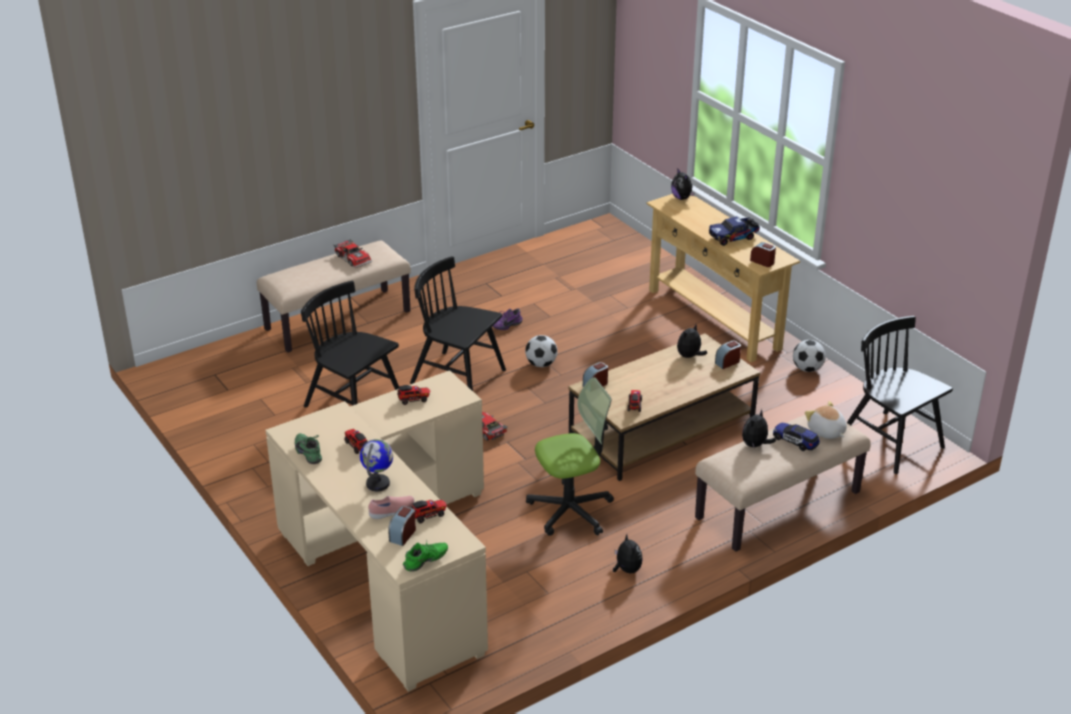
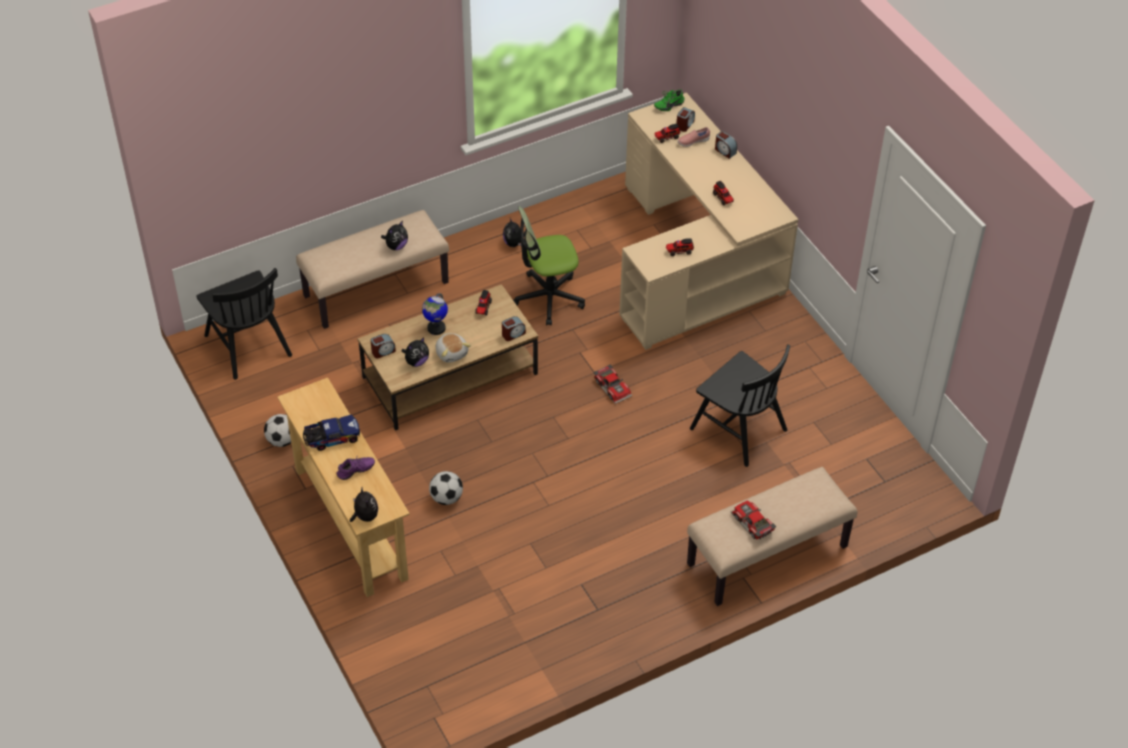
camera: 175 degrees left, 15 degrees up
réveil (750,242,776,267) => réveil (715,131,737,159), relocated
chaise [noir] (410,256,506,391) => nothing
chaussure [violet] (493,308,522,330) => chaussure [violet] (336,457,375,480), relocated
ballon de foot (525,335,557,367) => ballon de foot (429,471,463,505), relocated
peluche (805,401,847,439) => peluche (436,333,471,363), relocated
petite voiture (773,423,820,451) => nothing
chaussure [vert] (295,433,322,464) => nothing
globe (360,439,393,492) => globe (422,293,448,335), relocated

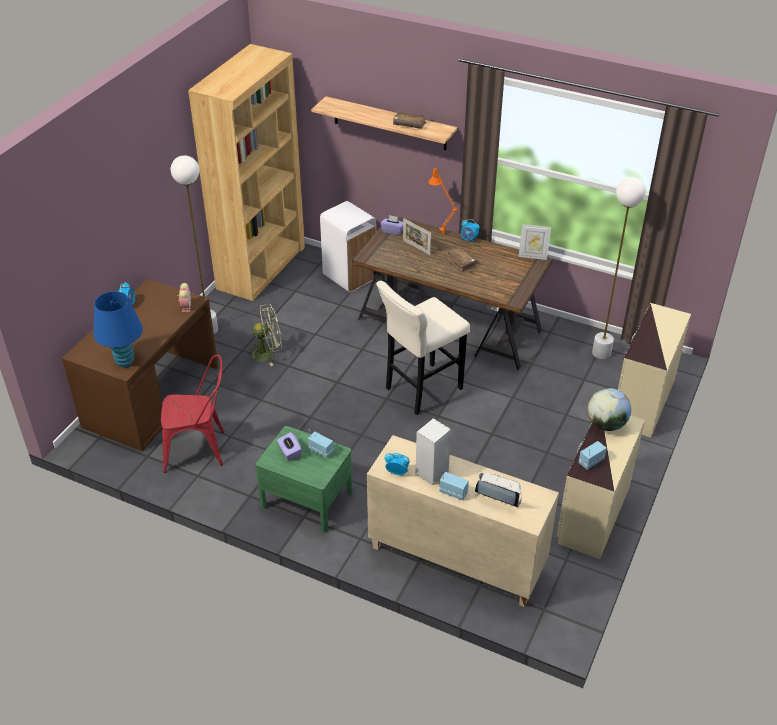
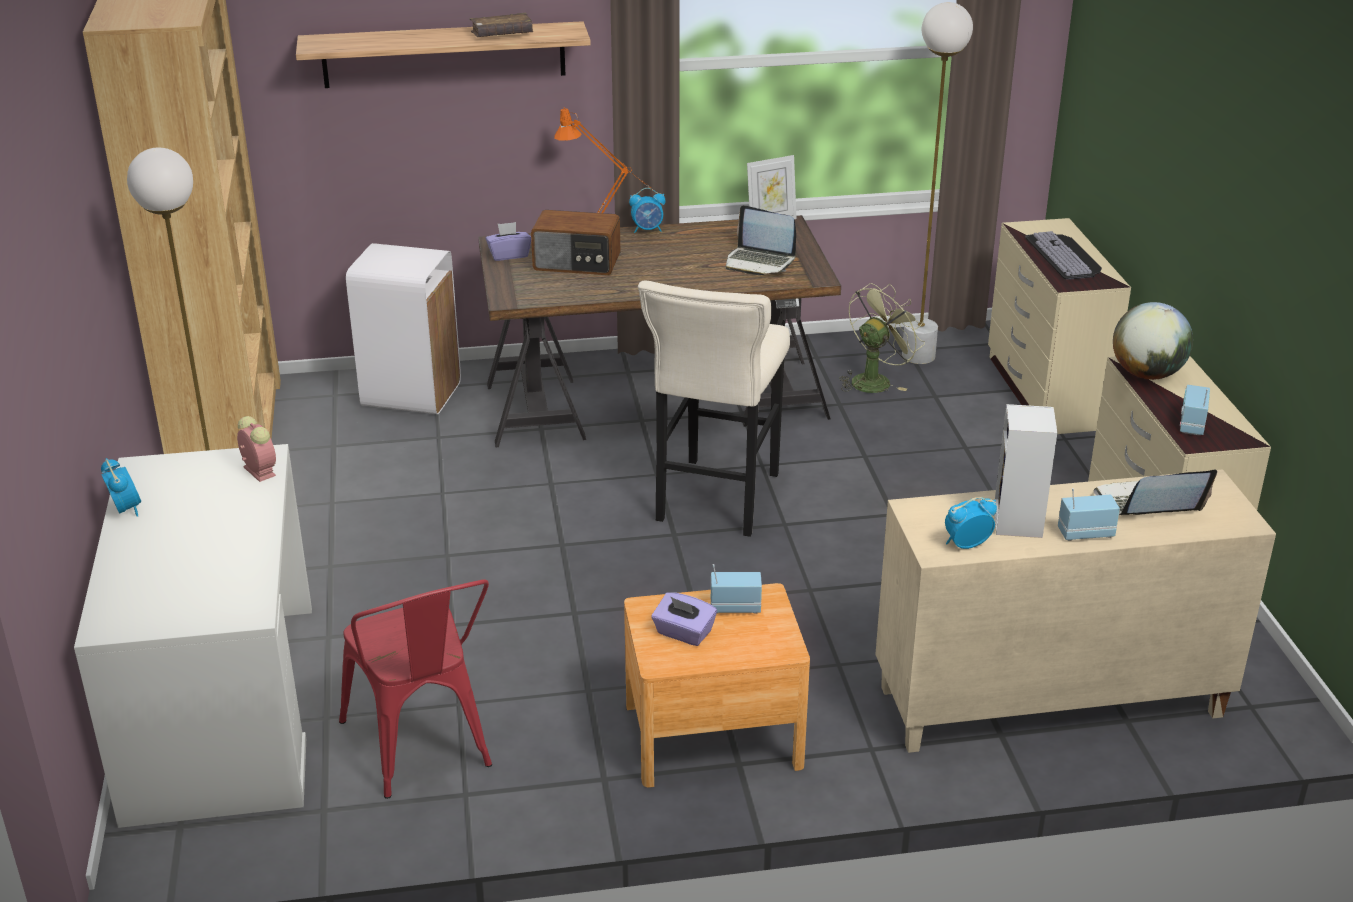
camera: 35 degrees left, 10 degrees down
cadre photo (403,218,431,255) => radio (531,210,620,275)
livre [marron] (445,246,477,272) => nothing
bureau [marron] (62,279,219,451) => bureau [blanc] (74,444,312,828)
lampe de table [bleu] (94,291,143,368) => nothing
ventilateur [vert] (245,304,282,366) => ventilateur [vert] (839,283,925,393), relocated
chaise [rouge] (161,355,224,473) => chaise [rouge] (339,579,492,799), 105 degrees clockwise
table de chevet [vert] (255,426,353,532) => table de chevet [marron] (624,583,810,787)
nothing => ordinateur portable (726,205,796,275)
nothing => clavier (1025,231,1102,280)

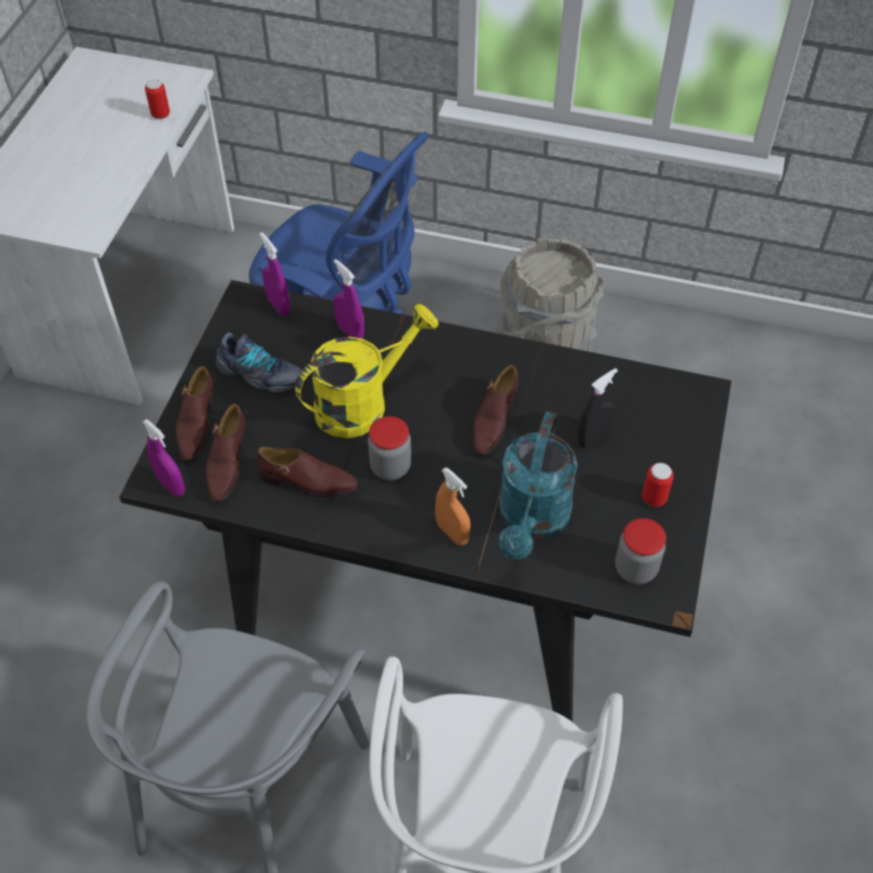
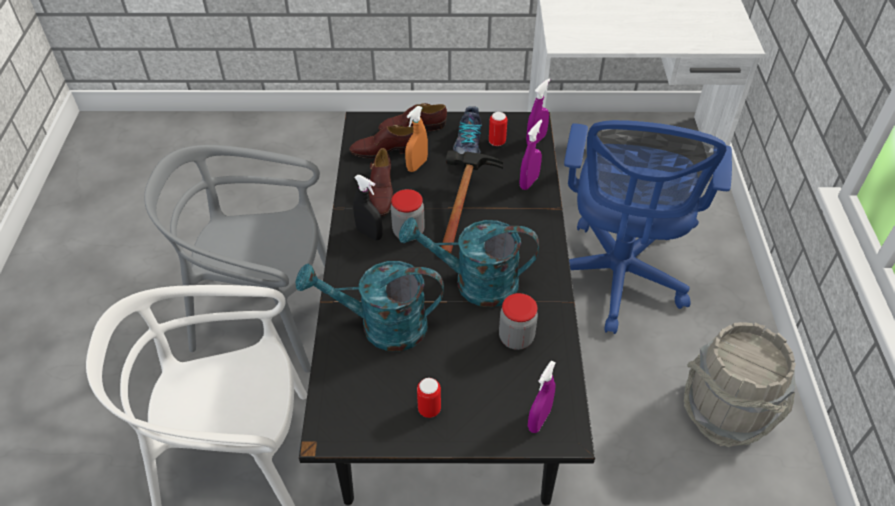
camera: 75 degrees right, 5 degrees down
boîte métallique (145,79,170,119) => boîte métallique (489,112,507,146), relocated
arrosoir [jaune] (295,304,439,438) => marteau (441,150,503,254)
chaussure [marron] (473,365,519,455) => arrosoir [turquoise] (399,217,539,307)
vaporisateur [noir] (577,368,618,448) => vaporisateur [noir] (353,175,383,240), relocated
vaporisateur [violet] (143,419,185,497) => vaporisateur [violet] (528,360,556,433), relocated
vaporisateur [orange] (435,467,471,546) => vaporisateur [orange] (405,106,428,172), relocated
bocal (615,518,666,584) => bocal (499,293,538,350), relocated

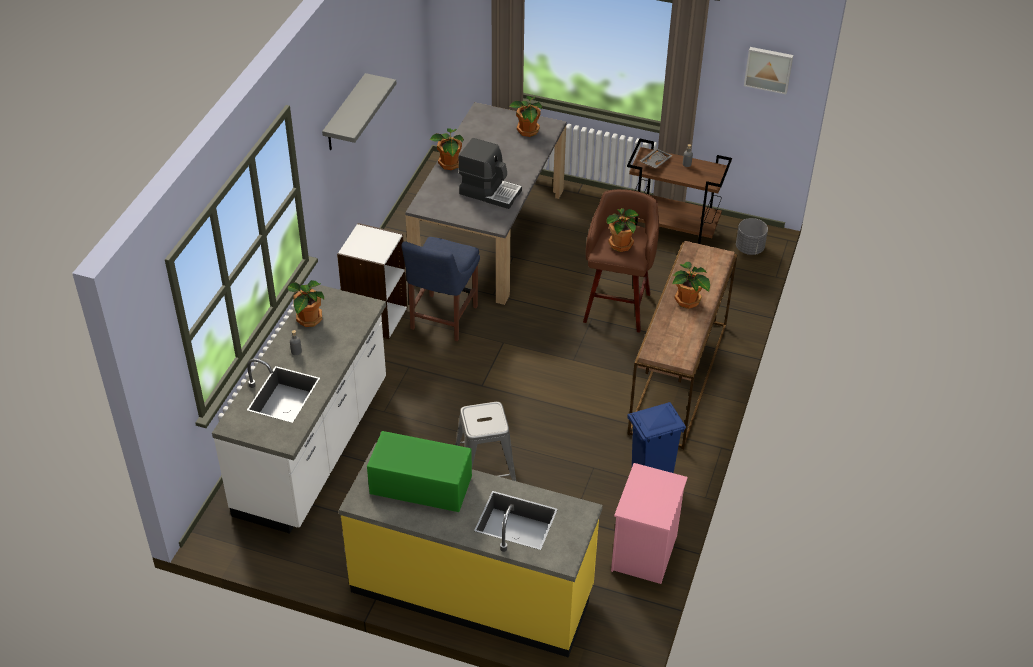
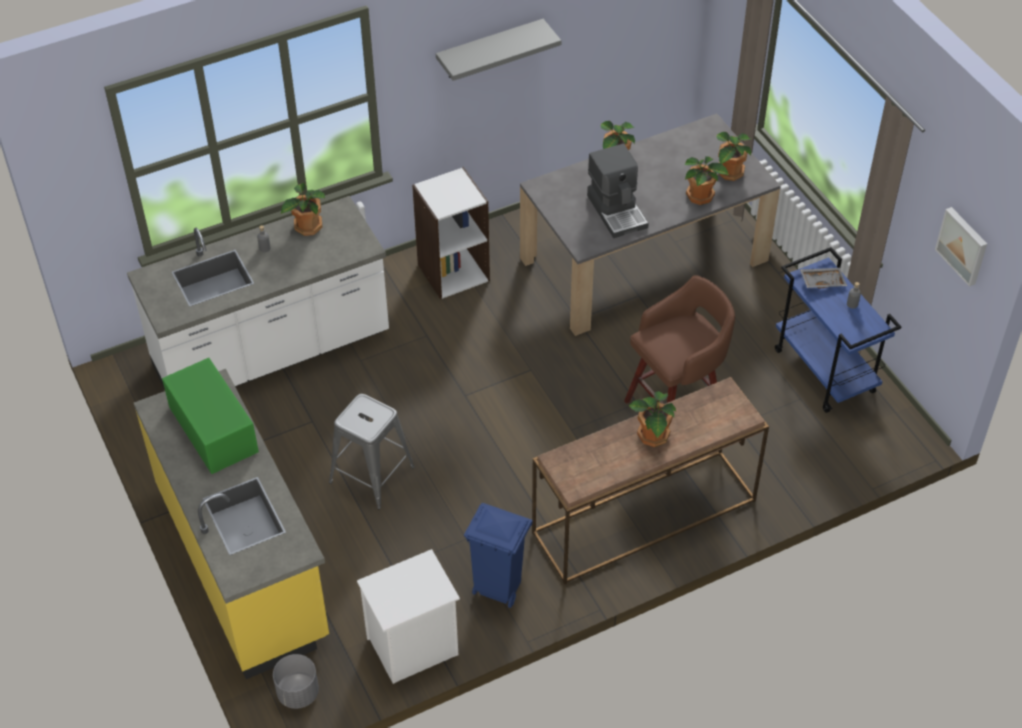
camera: 45 degrees right, 5 degrees up
chariot [marron] (627,139,732,244) => chariot [bleu] (775,247,901,413)
plante en pot (606,208,639,252) => plante en pot (684,156,729,205), relocated
cache-pot [gris] (736,218,768,255) => cache-pot [gris] (273,654,319,709), relocated
chaise [bleu] (401,237,480,342) => nothing
table de chevet [rose] (611,463,688,584) => table de chevet [blanc] (357,549,460,684)

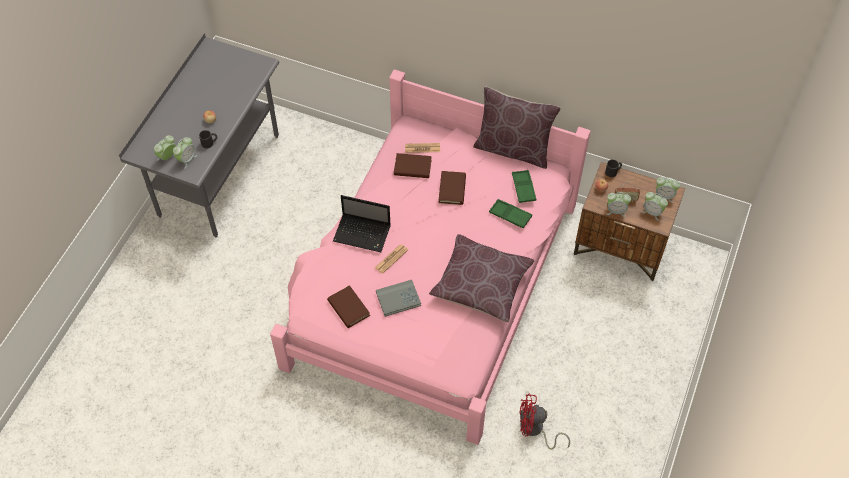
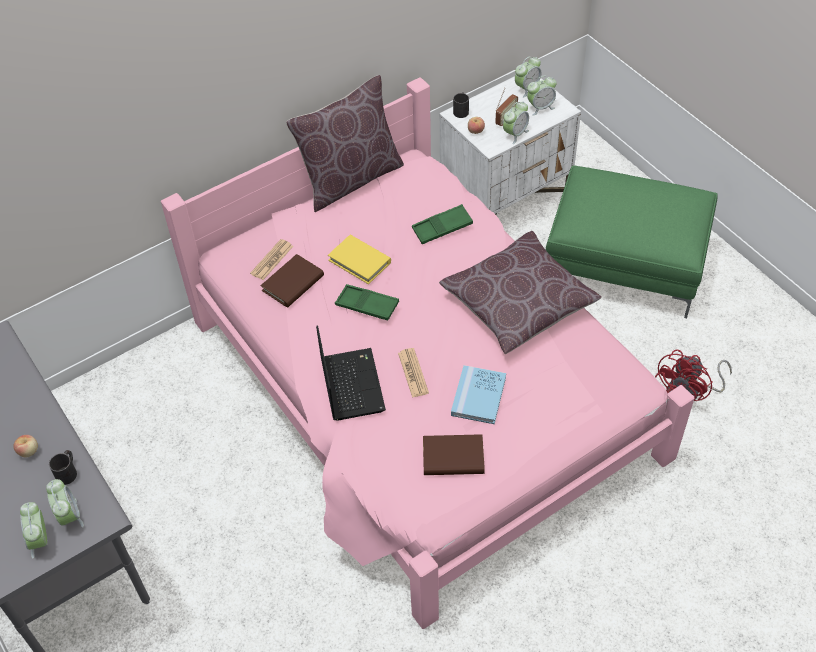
camera: 55 degrees left, 5 degrees down
table de chevet [marron] (574,162,685,281) => table de chevet [blanc] (439,76,581,215)
plateau [vert] (512,170,536,203) => plateau [vert] (335,284,399,320), relocated
livre [marron] (439,171,466,205) => livre [jaune] (328,235,391,284)
ordinateur portable (333,195,391,252) => ordinateur portable (316,326,386,421), 60 degrees counterclockwise
livre [gris] (376,280,421,317) => livre [bleu] (451,365,506,424)
nothing => pouf [vert] (546,165,718,318)

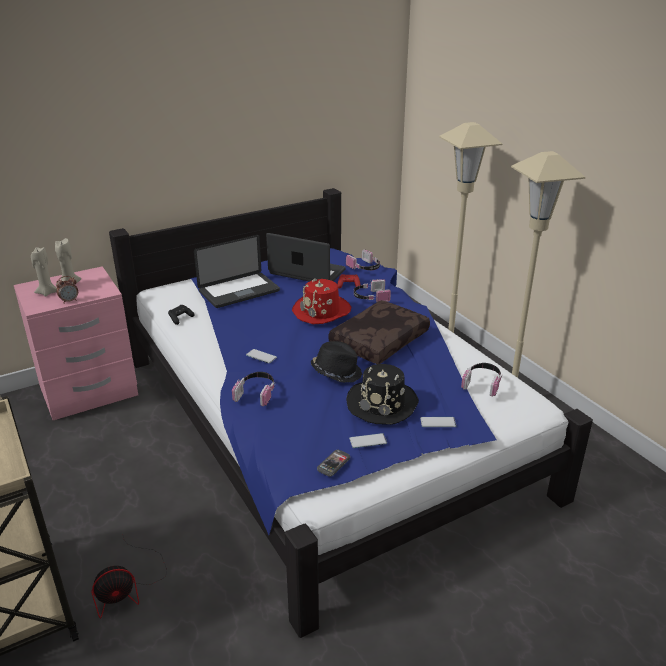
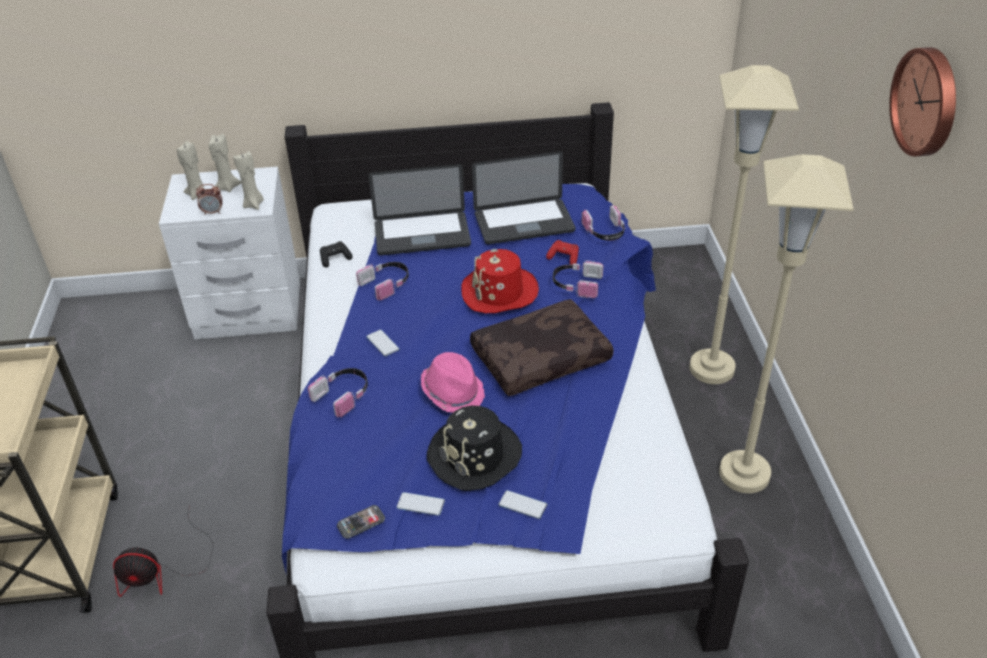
camera: 25 degrees right, 10 degrees up
ordinateur portable (266,233,346,282) => ordinateur portable (472,152,576,244), 120 degrees clockwise
table de chevet [rose] (14,266,138,420) => table de chevet [blanc] (159,167,300,340)
chapeau [noir] (311,341,363,383) => chapeau [rose] (421,352,485,413)
casque audio (461,363,502,396) => casque audio (356,262,409,300), relocated
nothing => horloge murale (889,47,956,157)
nothing => bougie [beige] (233,151,264,210)

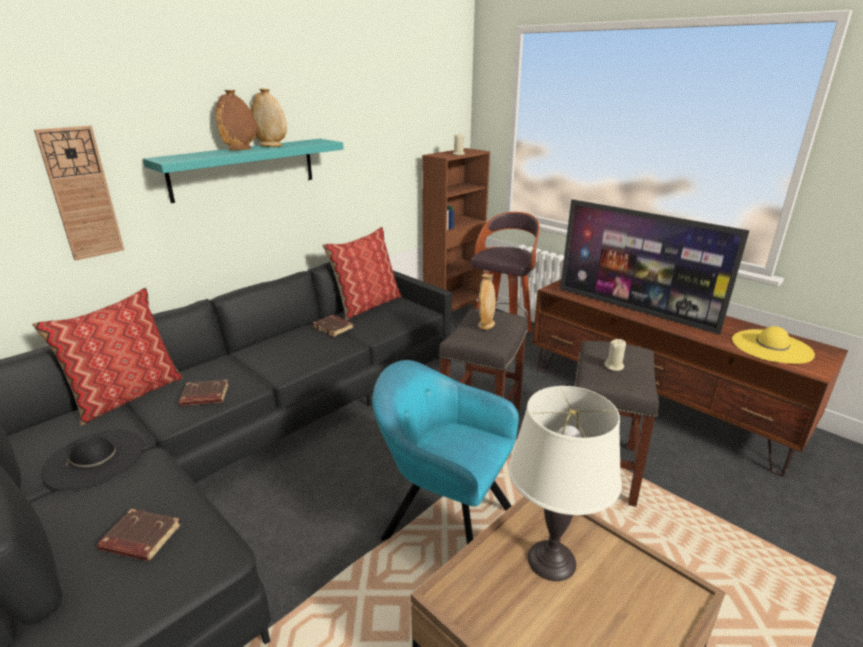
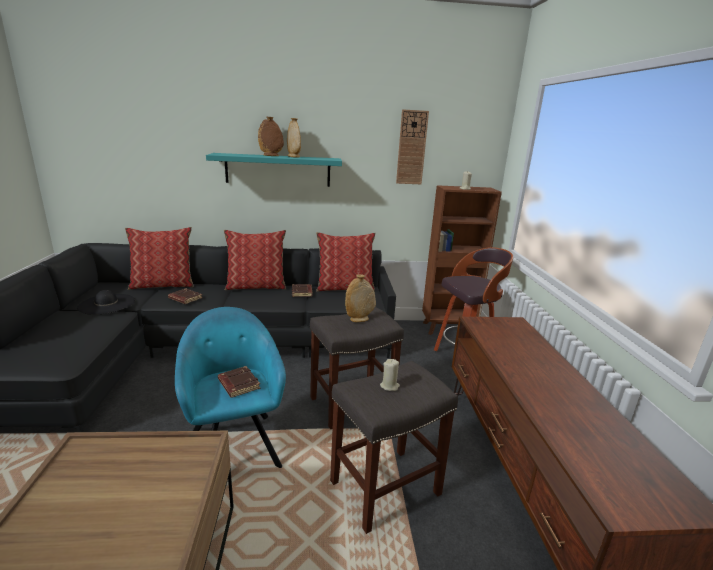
camera: 40 degrees right, 5 degrees down
horloge murale (34,125,124,261) => horloge murale (396,109,429,184), relocated
téléviseur (560,199,750,335) => nothing
chapeau [jaune] (732,326,815,364) => nothing
lampe de table [blanc] (509,386,622,581) => nothing
livre [marron] (97,509,181,561) => livre [marron] (218,366,260,398), relocated
nothing => coussin (224,230,286,290)

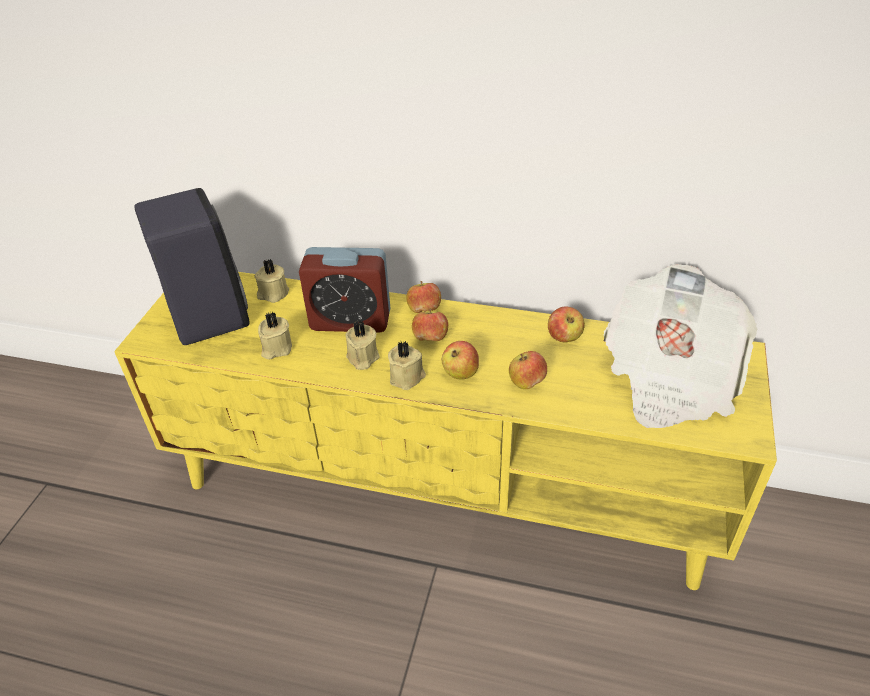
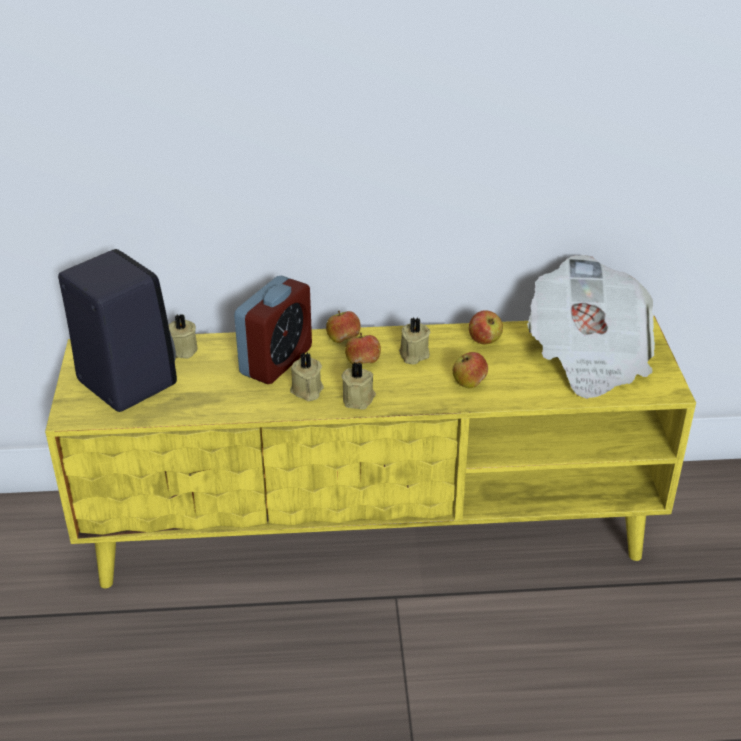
camera: 20 degrees left, 5 degrees down
réveil (299,247,390,333) => réveil (234,275,312,384), 45 degrees counterclockwise
bougie [beige] (258,311,292,360) => bougie [beige] (399,317,430,364), relocated
pomme (442,341,479,380) => nothing

